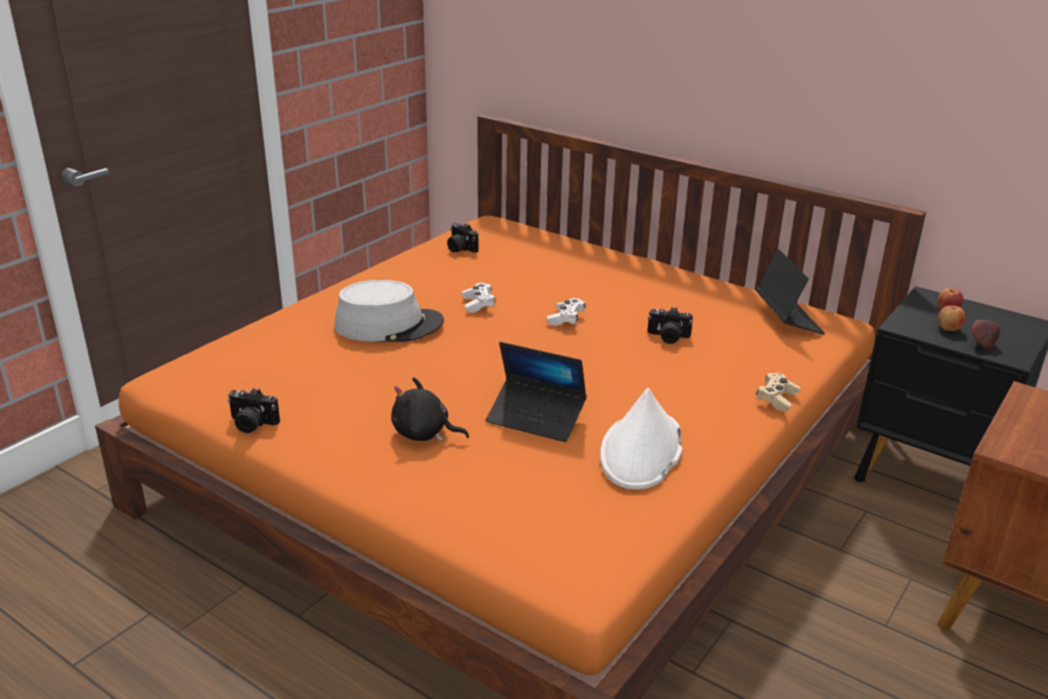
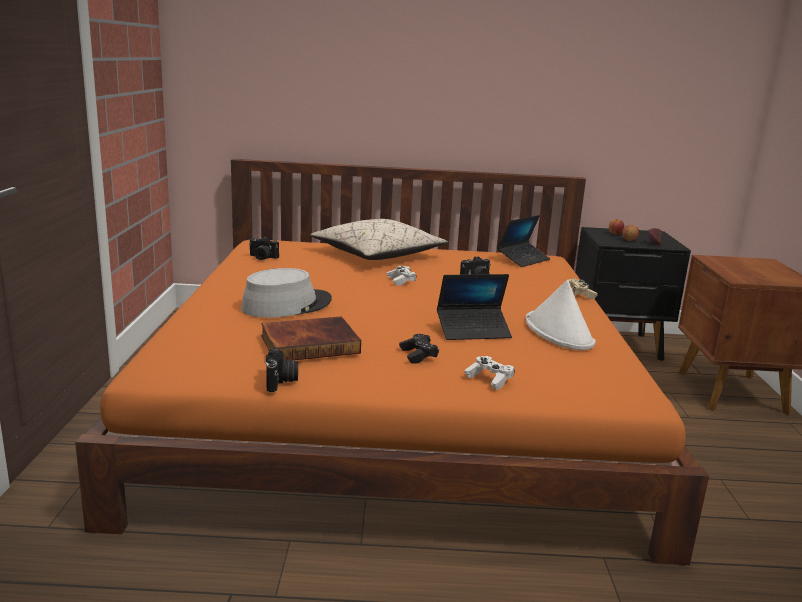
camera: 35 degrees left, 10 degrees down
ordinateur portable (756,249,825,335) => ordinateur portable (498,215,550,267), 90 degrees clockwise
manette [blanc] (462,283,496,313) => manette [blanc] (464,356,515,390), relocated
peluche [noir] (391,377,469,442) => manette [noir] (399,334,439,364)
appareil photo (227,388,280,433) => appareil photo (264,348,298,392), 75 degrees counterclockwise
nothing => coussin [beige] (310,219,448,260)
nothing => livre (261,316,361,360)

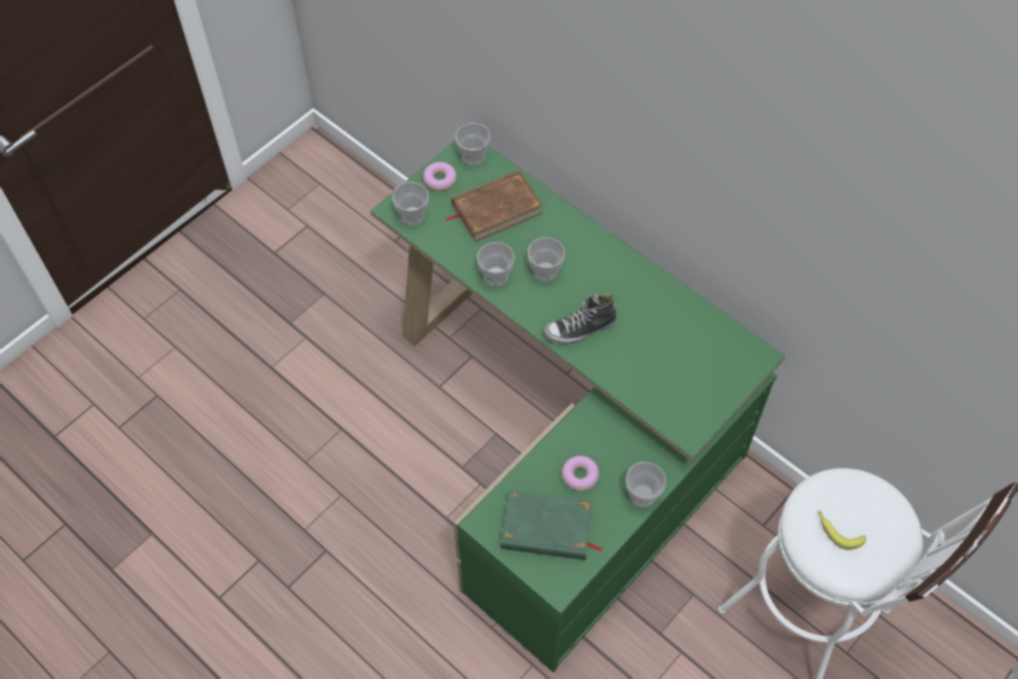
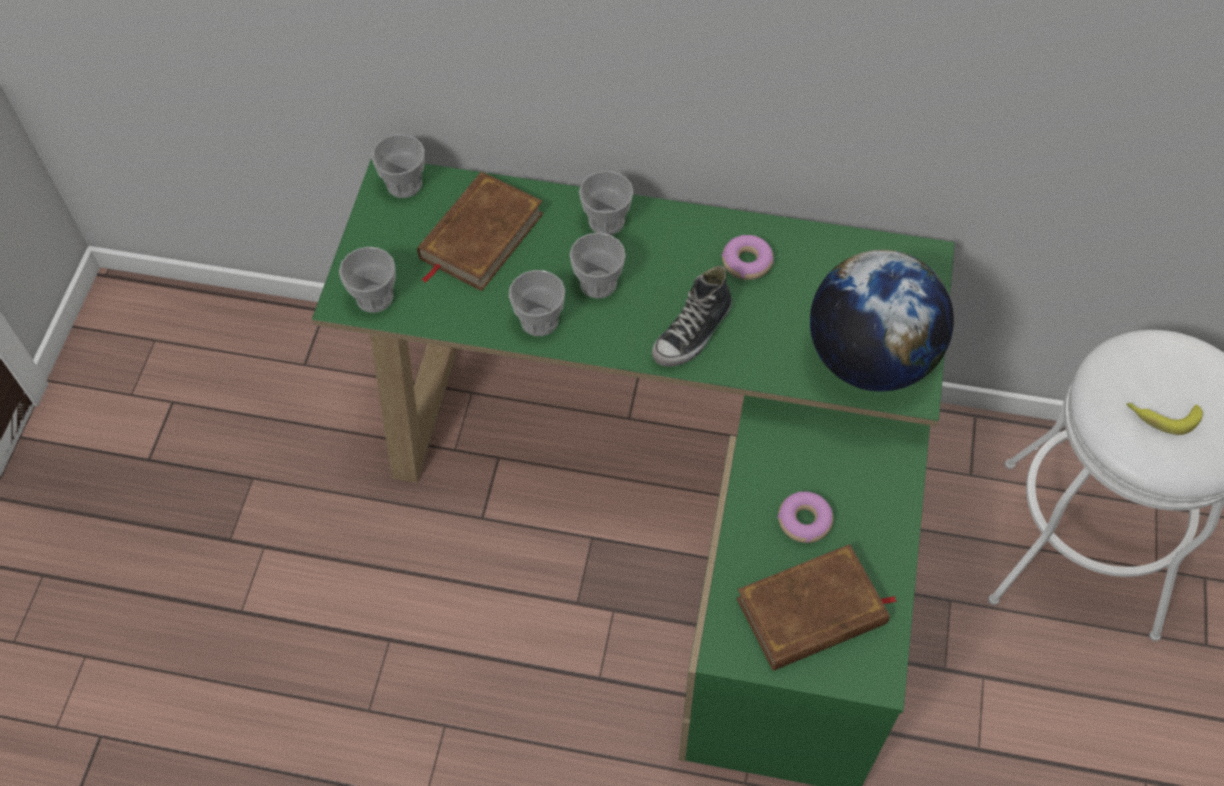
camera: 30 degrees left, 0 degrees up
beignet (423,162,457,191) => beignet (721,235,774,280), relocated
tasse (626,462,666,507) => tasse (579,171,633,235), relocated
livre [vert] (501,491,603,560) => livre [marron] (736,544,898,671)
nothing => globe (810,250,954,391)

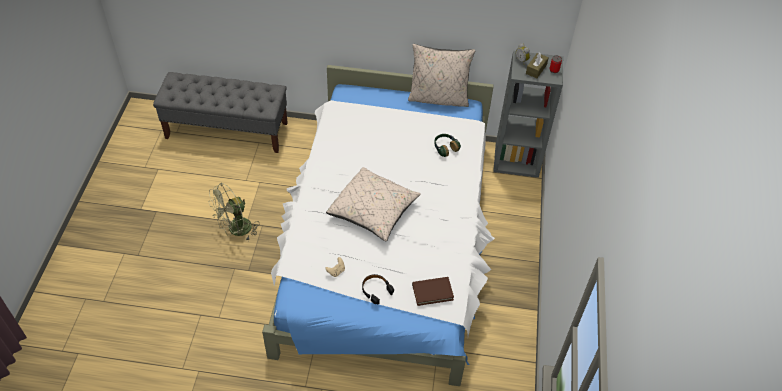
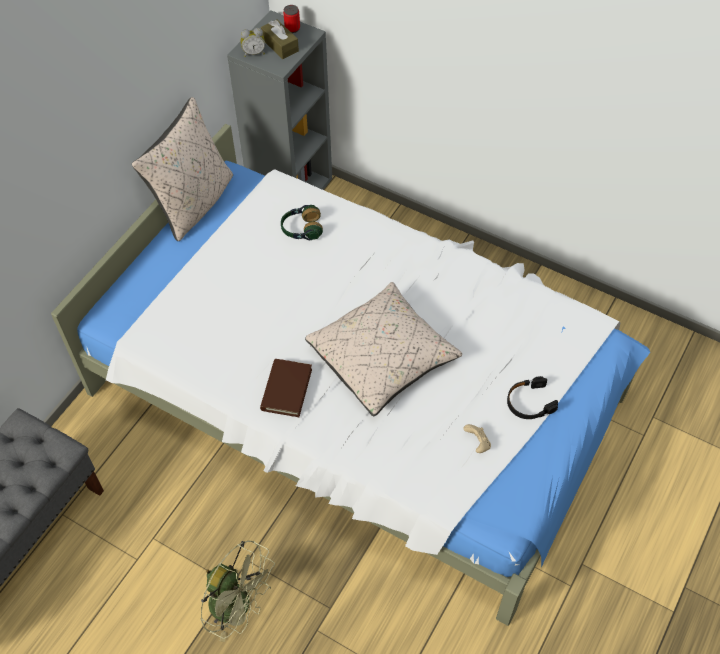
camera: 65 degrees left, 5 degrees up
ventilateur [vert] (209,183,259,241) => ventilateur [vert] (200,540,275,642), 45 degrees counterclockwise
livre [marron] (412,277,454,306) => livre [marron] (260,359,312,417), relocated

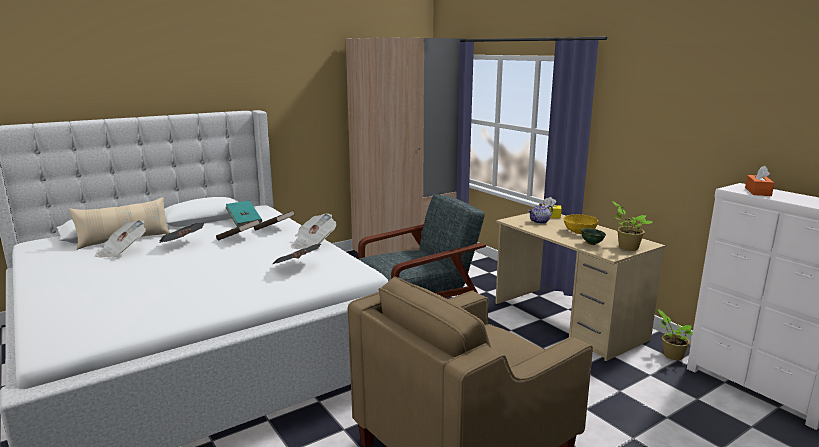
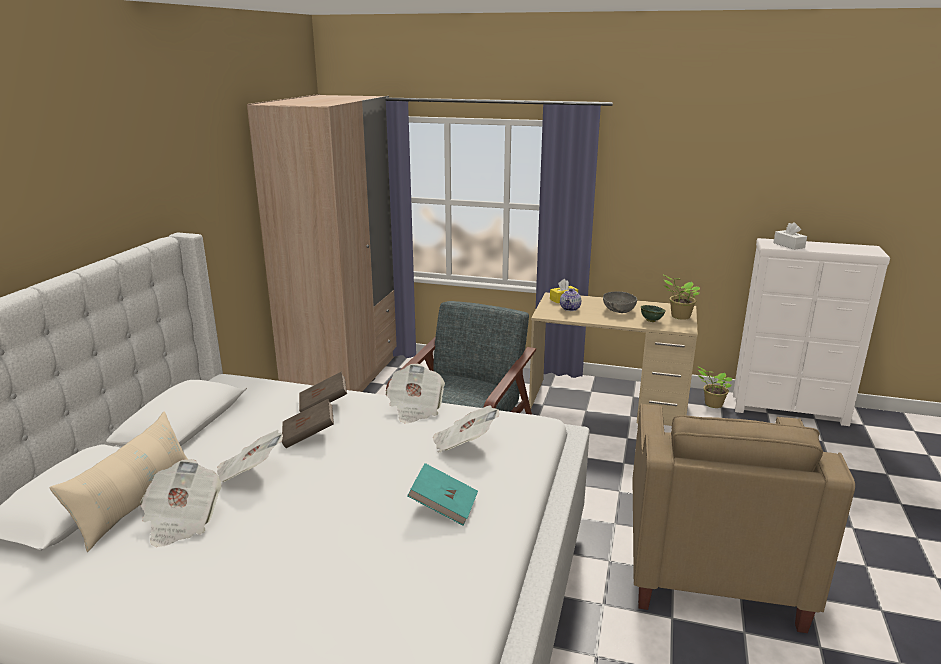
camera: 40 degrees left, 5 degrees up
boîte à mouchoirs [orange] (745,165,774,196) => boîte à mouchoirs [blanc] (773,222,807,250)
livre [turquoise] (226,200,262,227) => livre [turquoise] (407,463,478,526), relocated
bol [jaune] (564,214,598,234) => bol [gris] (603,292,637,313)

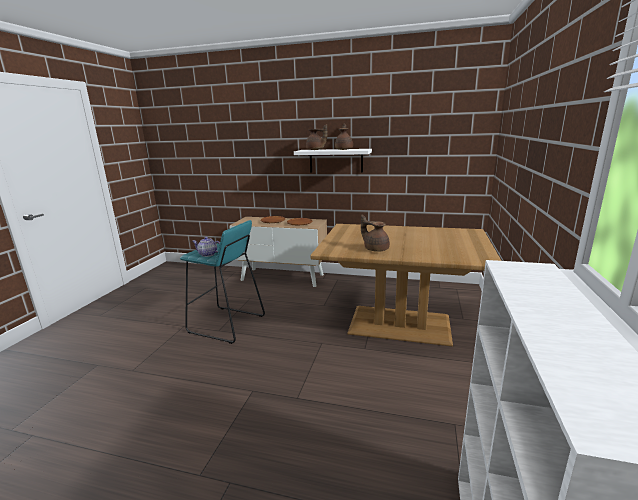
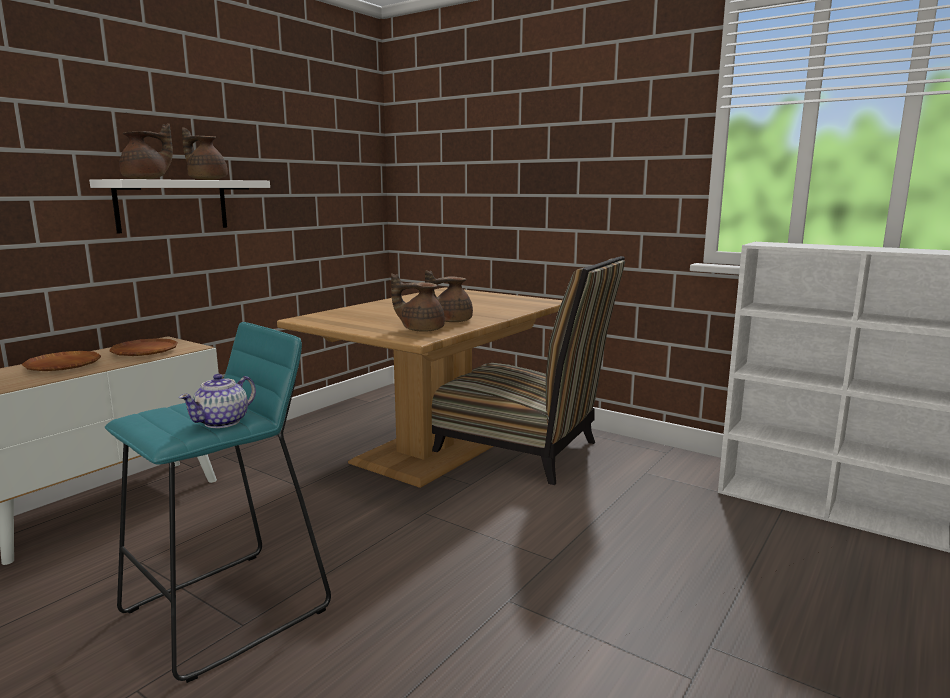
camera: 70 degrees left, 5 degrees down
nothing => chaise (432,256,625,485)
nothing => théière [marron] (391,273,445,332)

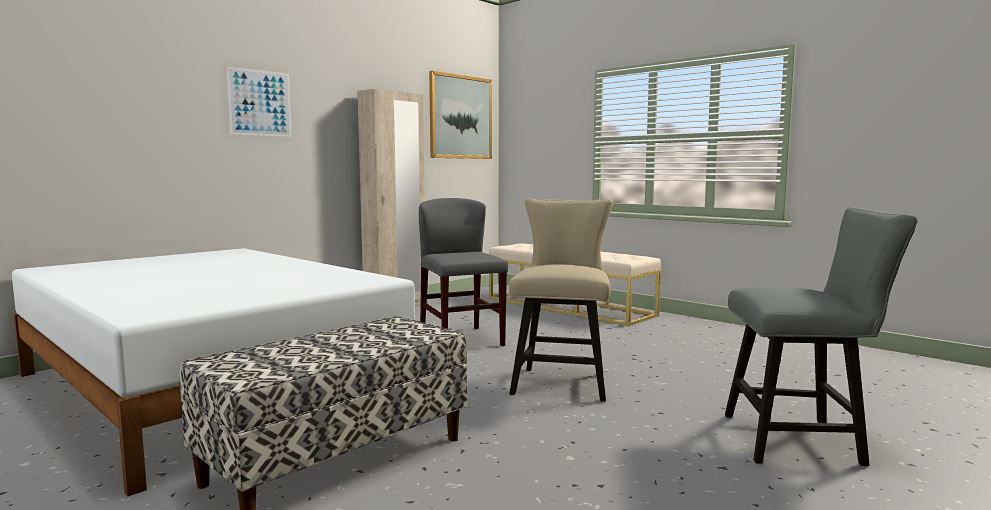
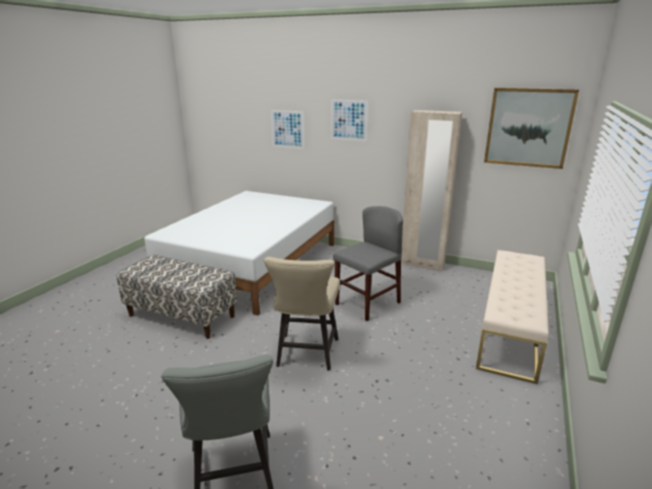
camera: 70 degrees right, 15 degrees up
chaise [beige] (509,199,613,402) => chaise [beige] (264,257,340,371), 105 degrees clockwise
nothing => tableau (271,110,304,149)

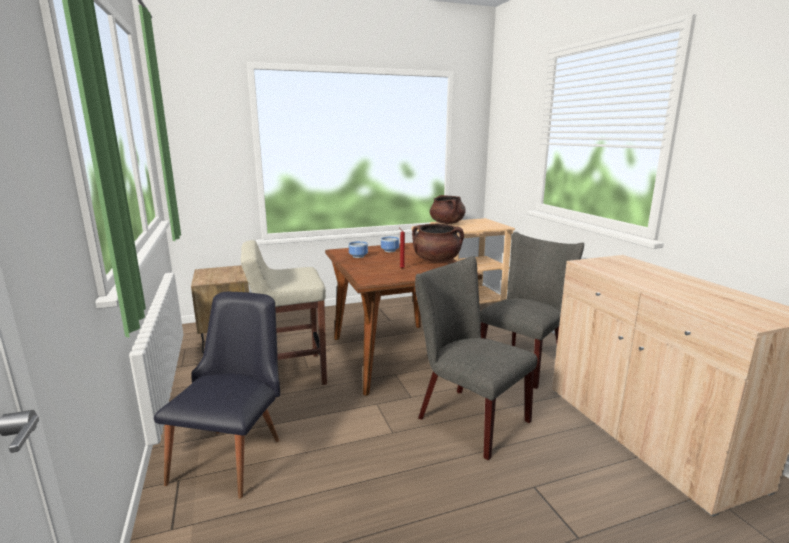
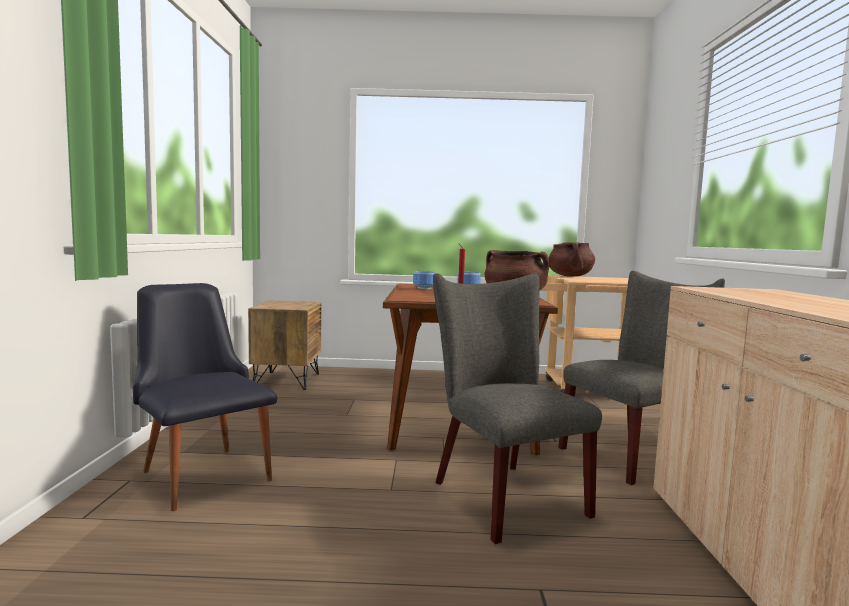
camera: 20 degrees right, 10 degrees down
tabouret [beige] (241,240,327,385) => nothing
chaise [noir] (154,292,280,499) => chaise [noir] (133,283,277,511), 75 degrees counterclockwise

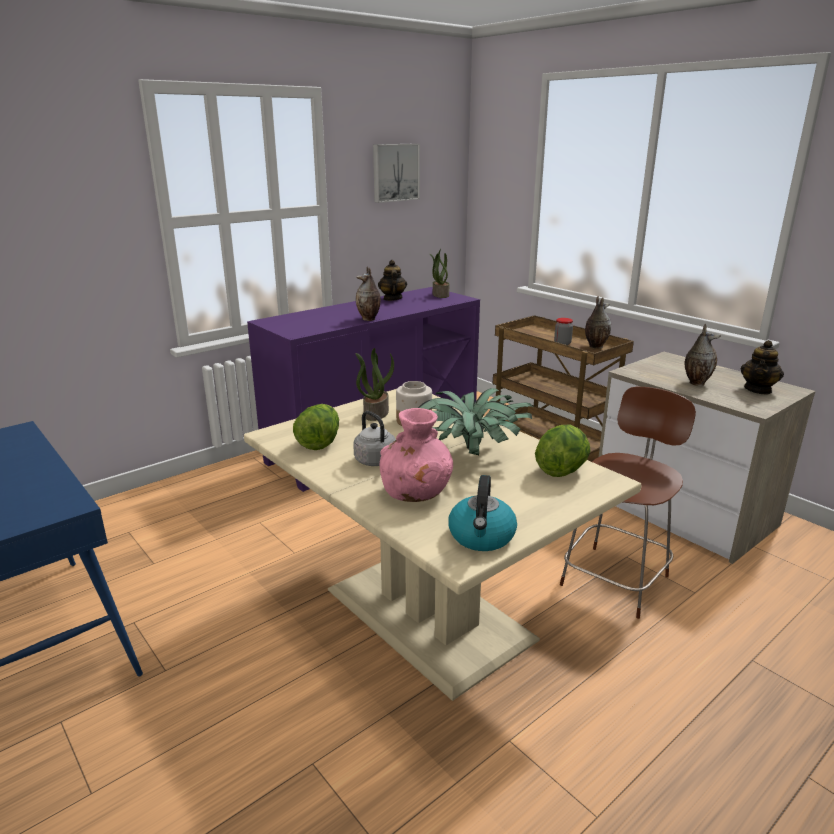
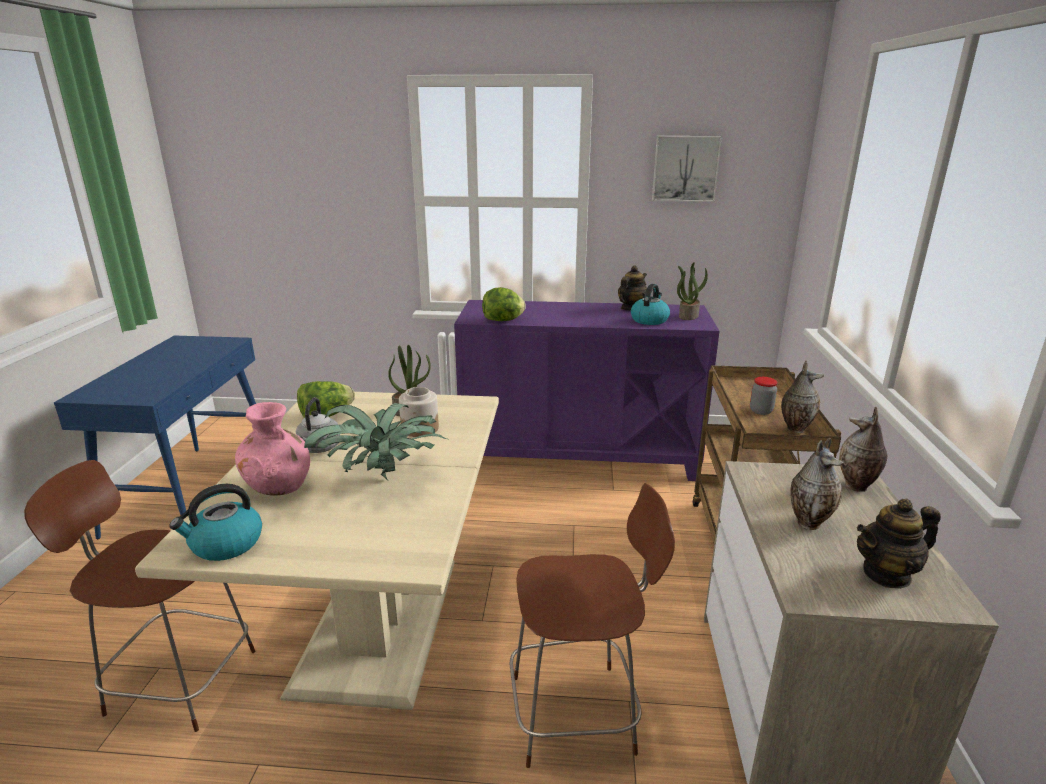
camera: 45 degrees right, 0 degrees up
vase (356,266,381,321) => vase (839,407,887,492), relocated
laitue (535,425,591,477) => laitue (482,287,526,321), relocated
nothing => bouilloire (631,284,670,325)
nothing => chaise [marron] (24,460,255,732)

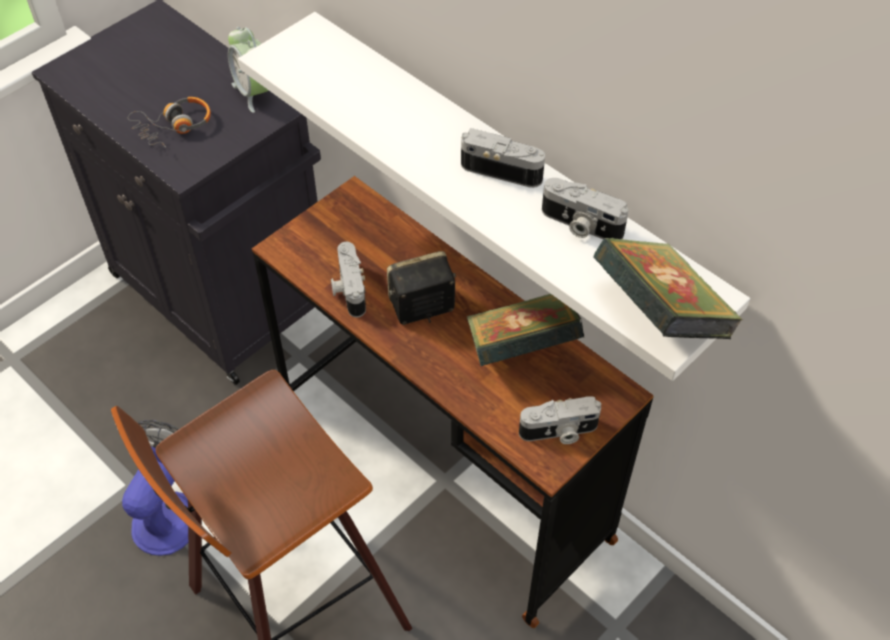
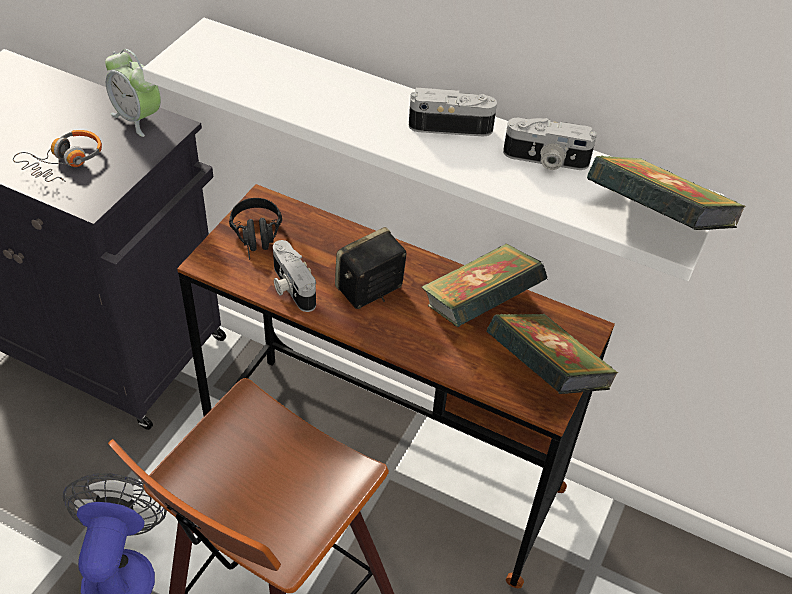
camera: 20 degrees left, 5 degrees down
appareil photo (519,396,601,444) => livre (486,314,618,394)
nothing => casque audio [noir] (229,198,282,260)

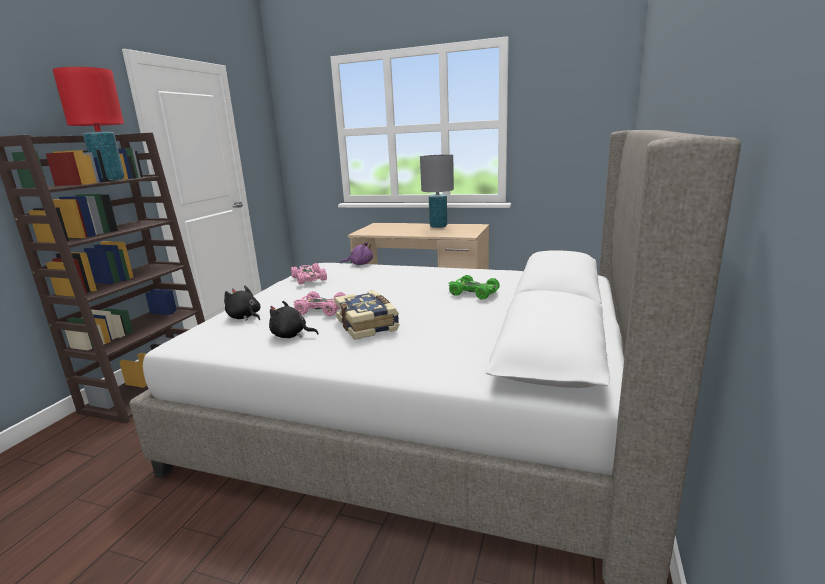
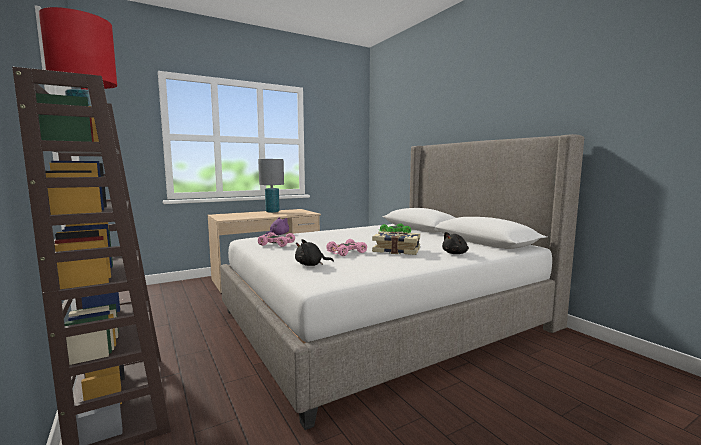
camera: 50 degrees left, 10 degrees down
peluche [noir] (269,301,319,338) => peluche [noir] (442,232,469,254), relocated

